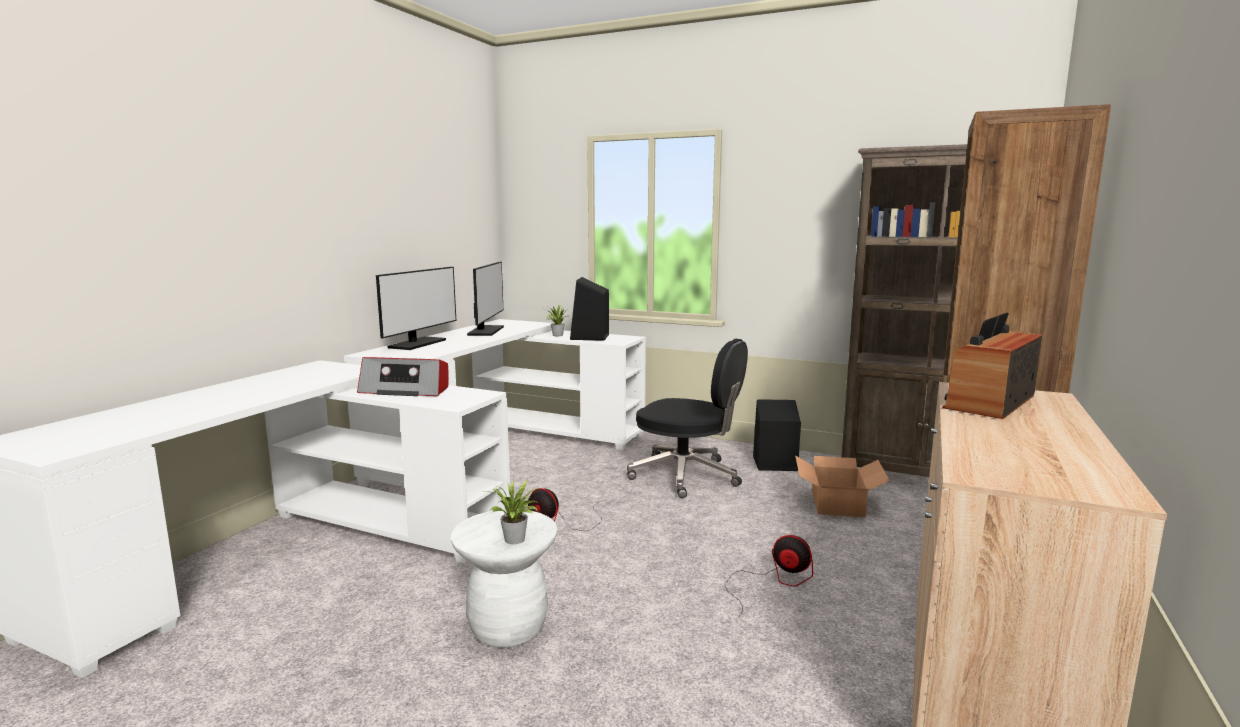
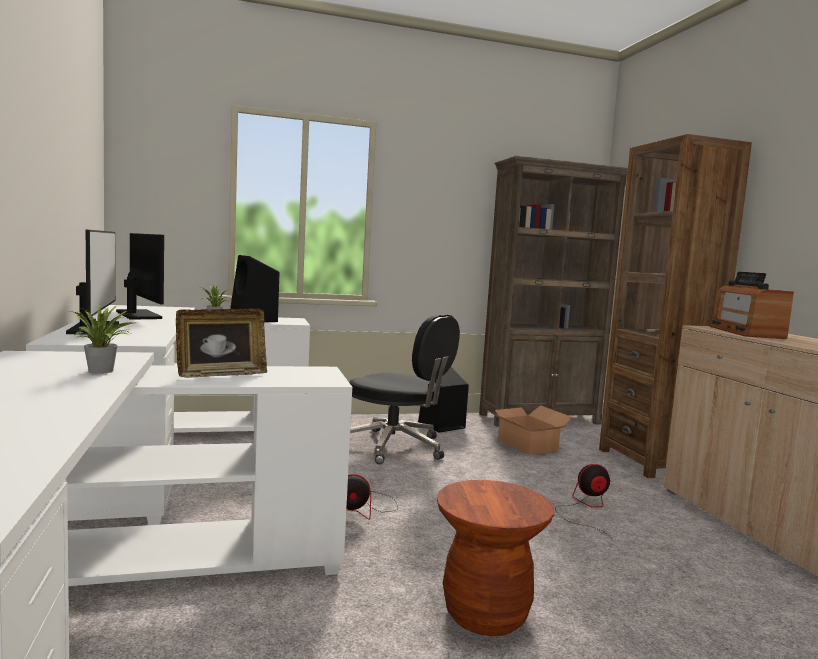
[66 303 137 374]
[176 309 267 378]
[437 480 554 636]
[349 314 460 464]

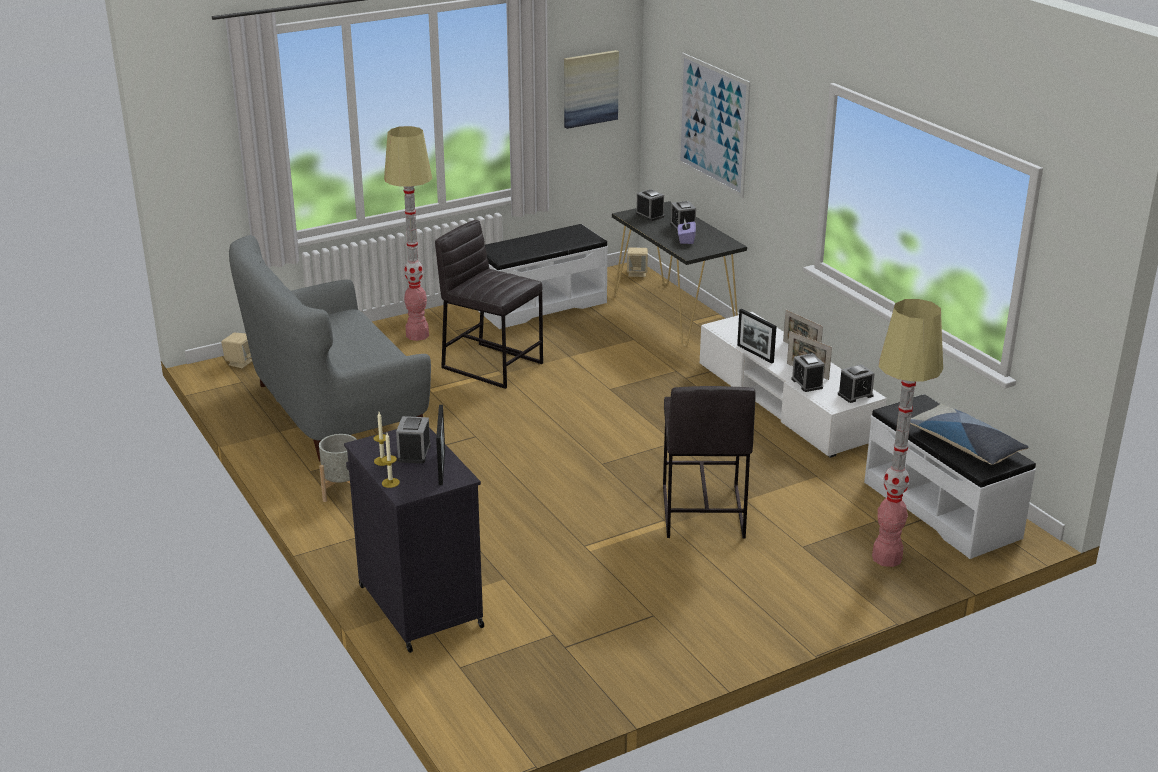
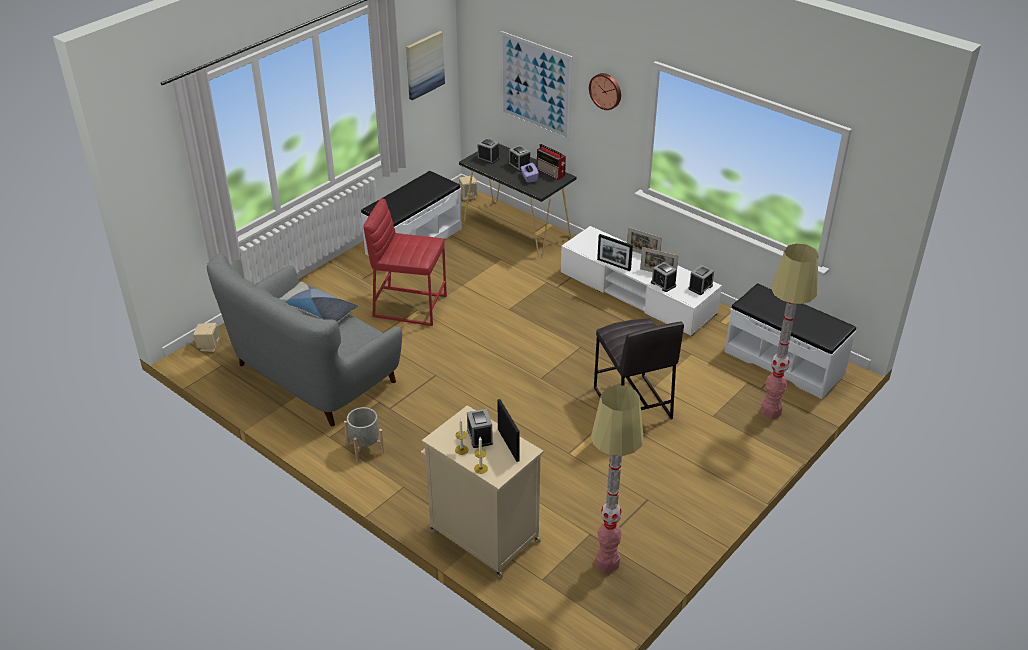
[537 144 566 180]
[589 73 621 110]
[591 385 644 573]
[279 282 358 323]
[421 405 544 578]
[363 198 447 326]

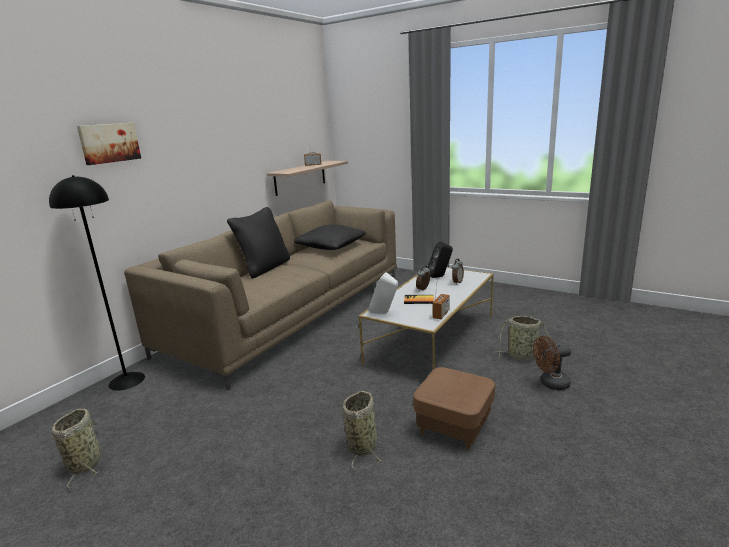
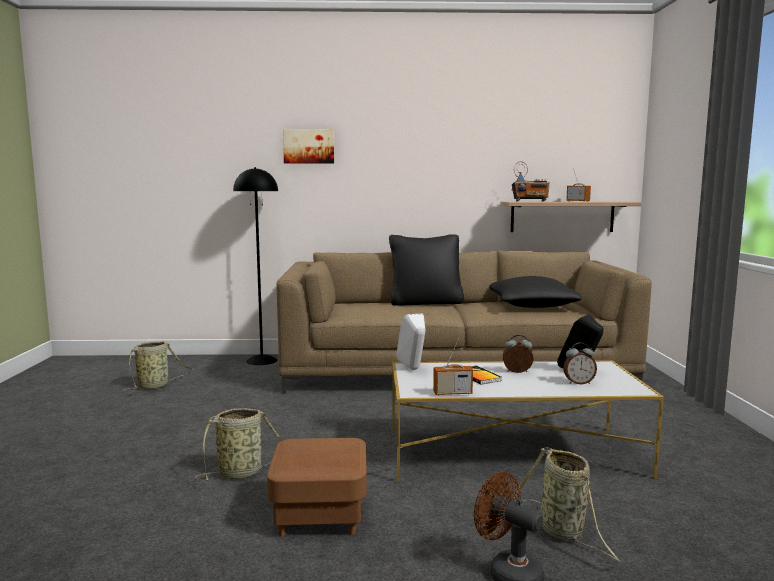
[511 161 550 202]

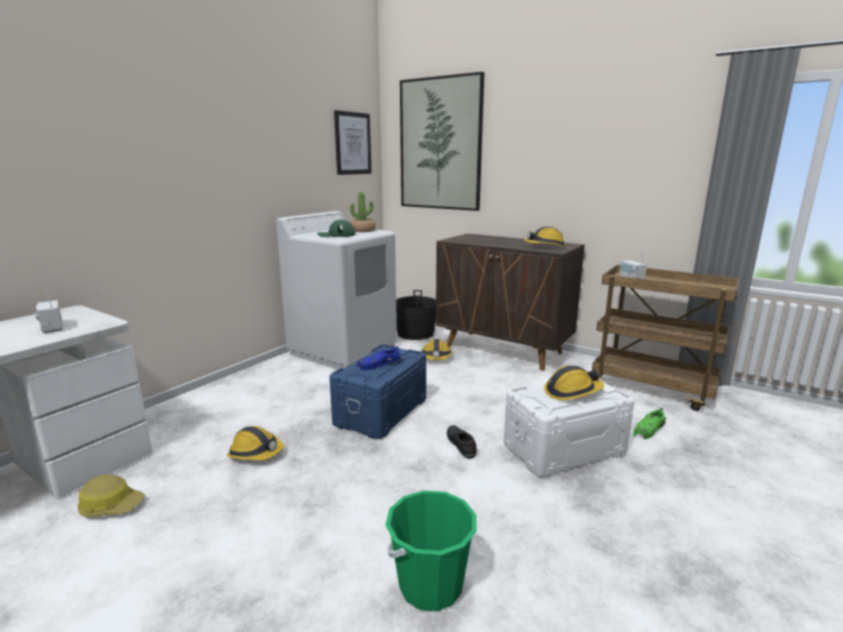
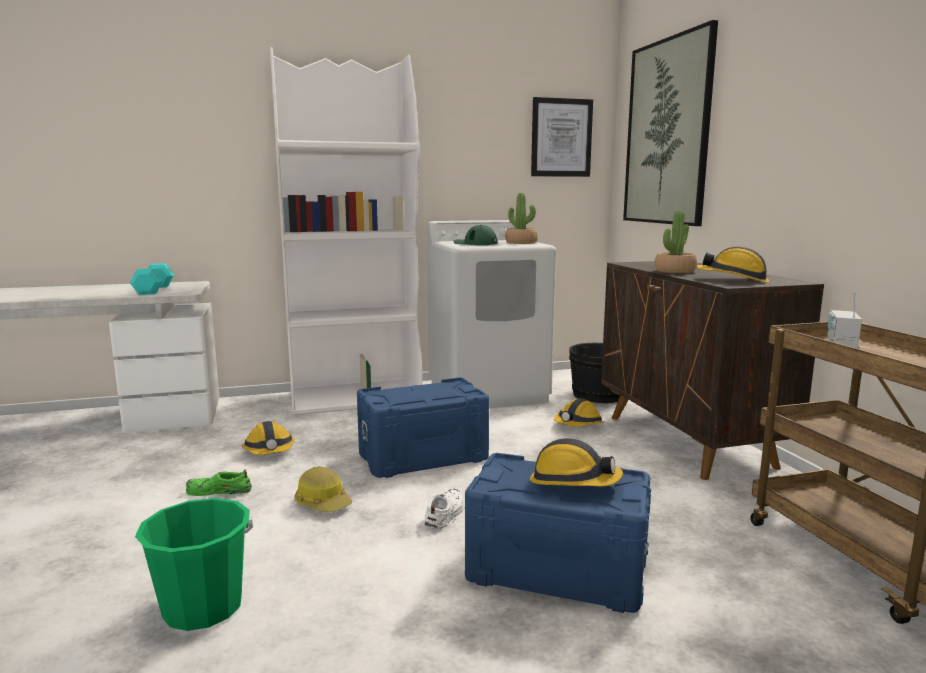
[356 346 402 370] (first image)
[270 47 423 415]
[655 210 697 273]
[294 466 352 512]
[186 470 252 496]
[130 263 175 295]
[425 489 465 531]
[465 453 651 613]

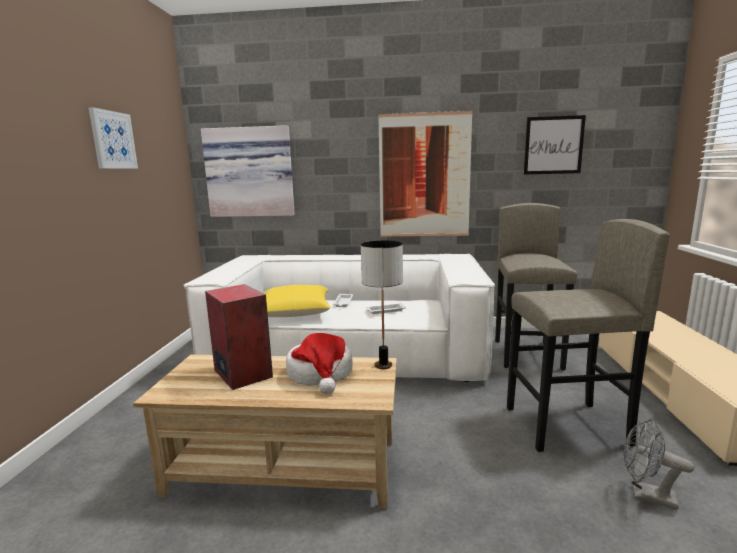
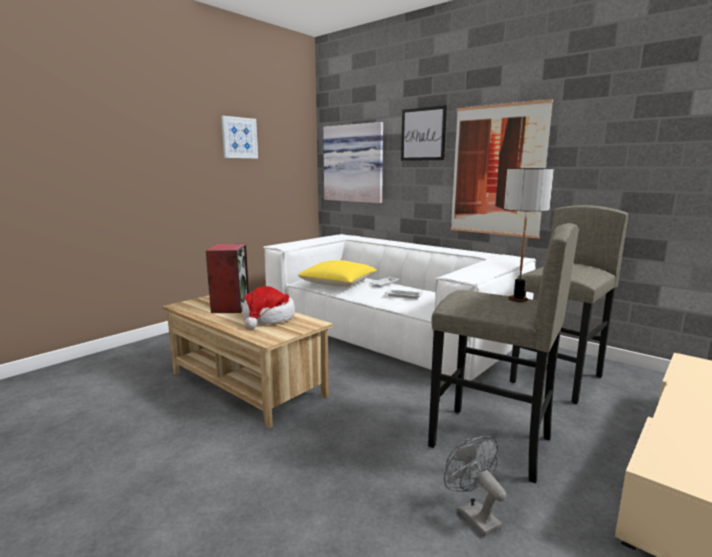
[504 168 554 302]
[401 105 447 161]

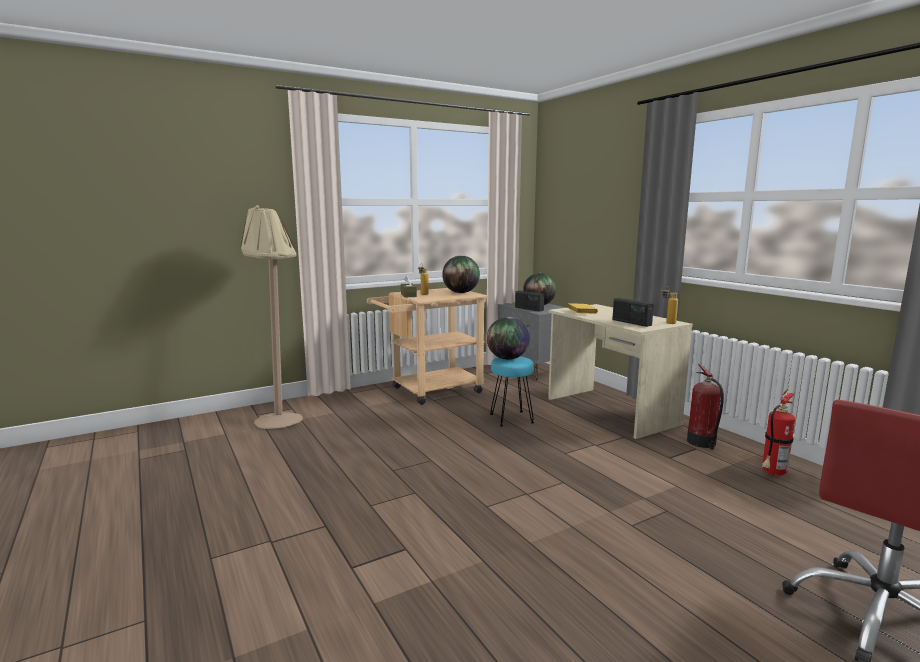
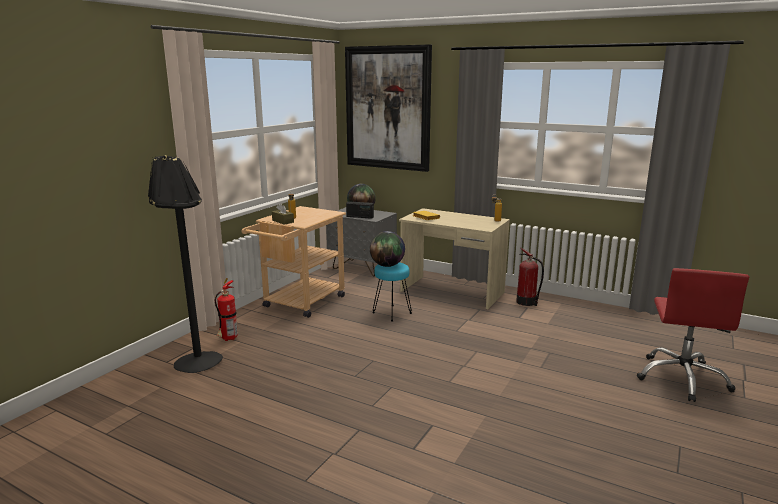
[442 256 480 293] (first image)
[612 298 654 327] (first image)
[345 44 432 172]
[215 278 238 341]
[148 155 223 373]

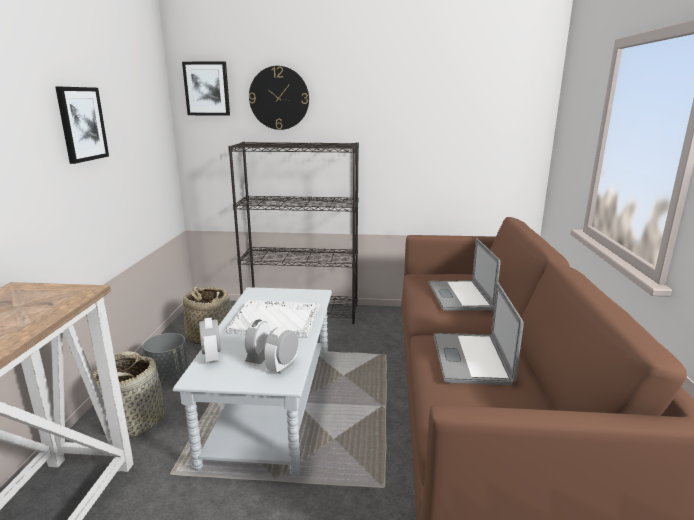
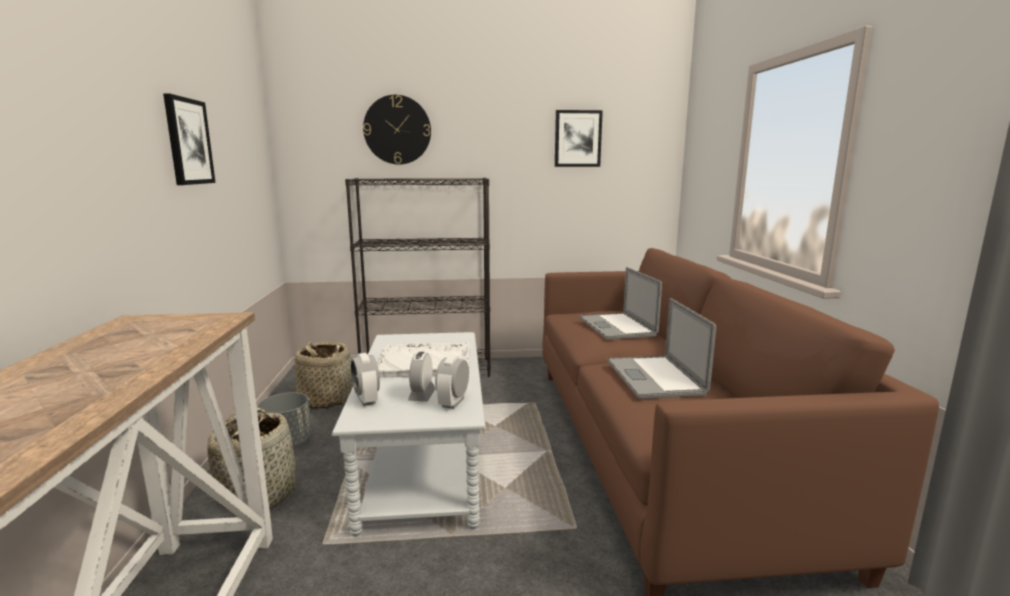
[555 110 603 167]

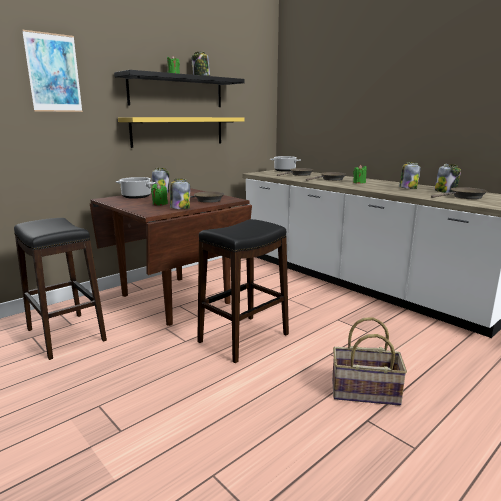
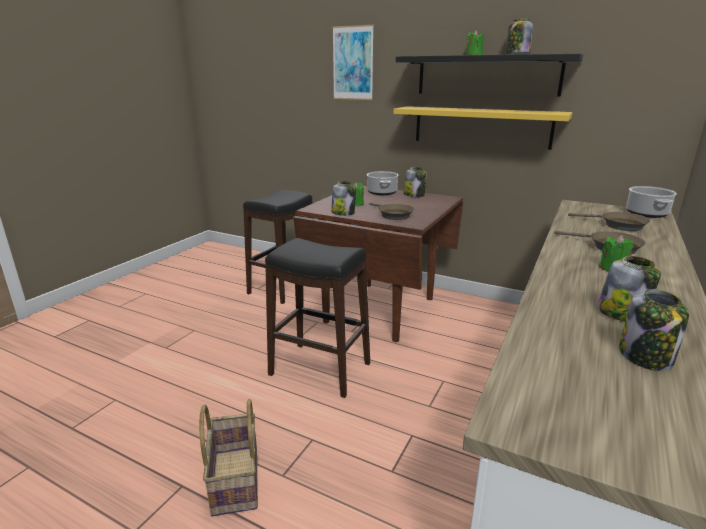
[431 187 488 199] (first image)

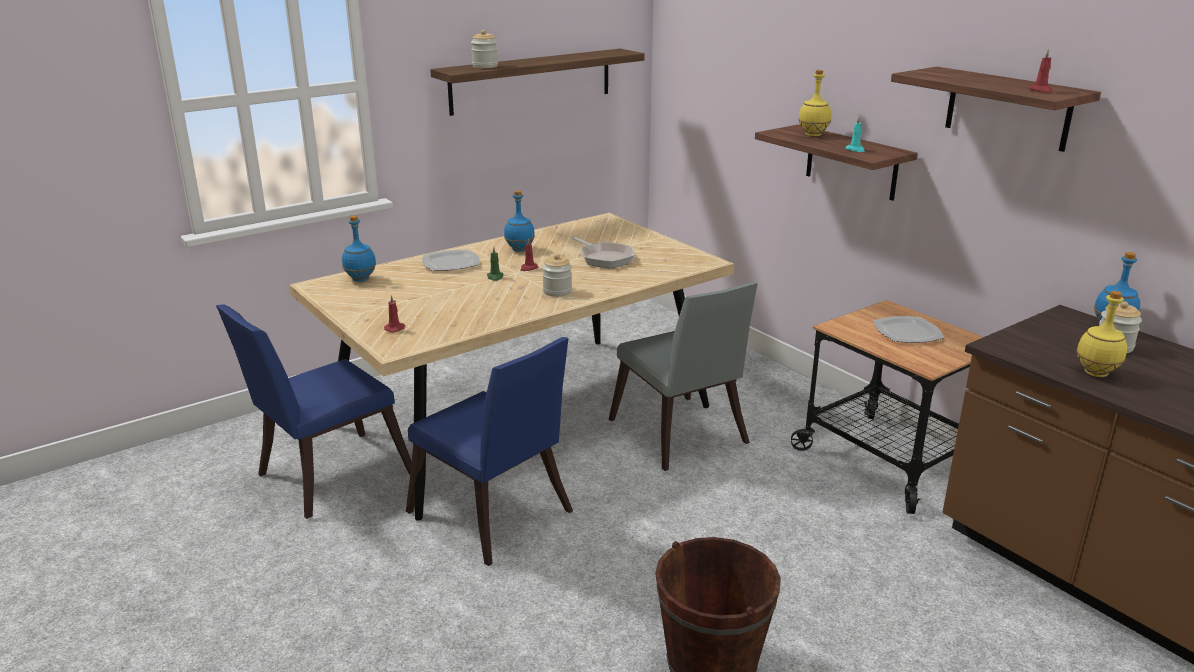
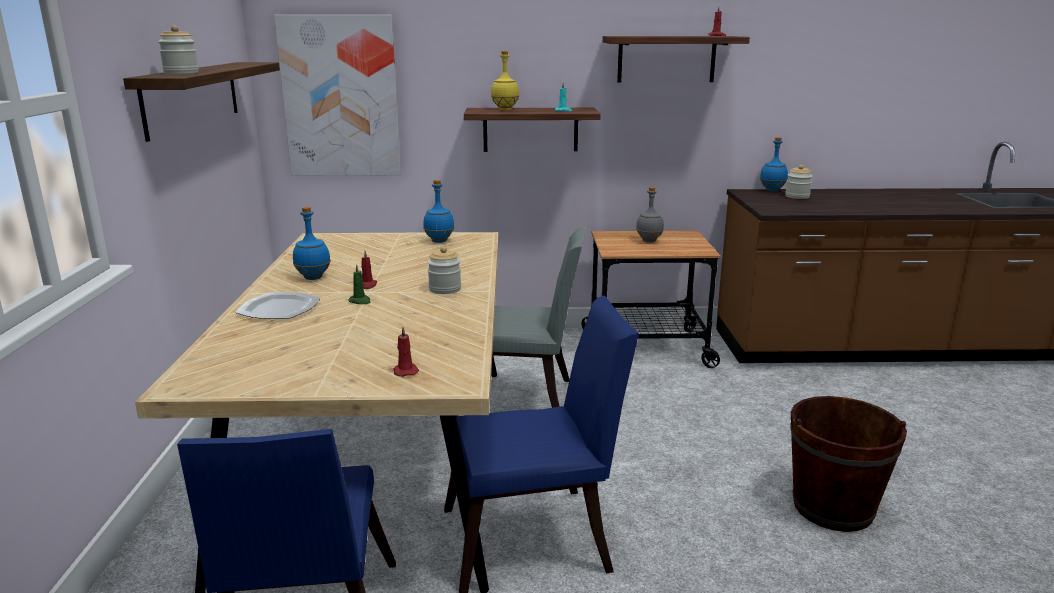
[571 236 635 268] (first image)
[1076 291 1127 377] (first image)
[274 15 401 176]
[423 180 455 243]
[636 187 664 243]

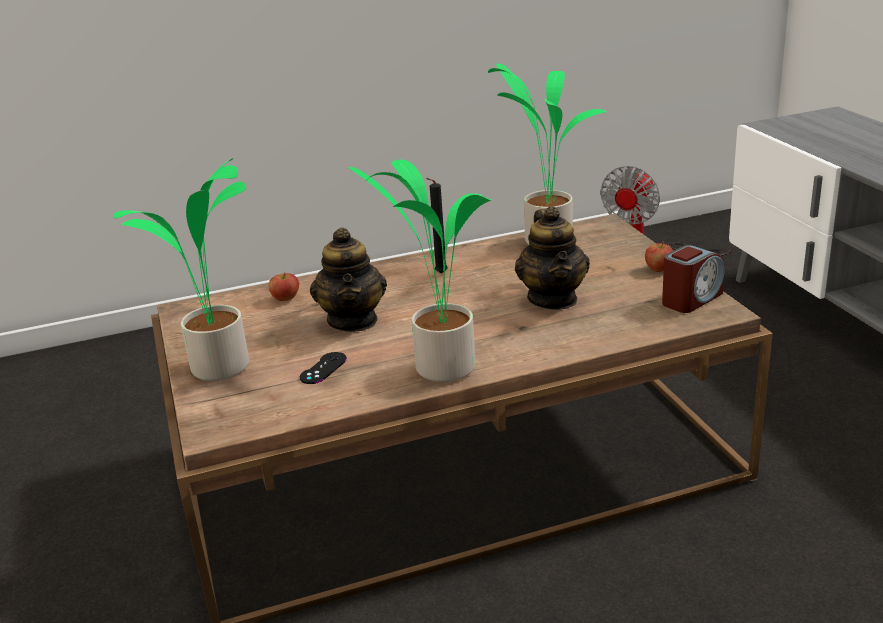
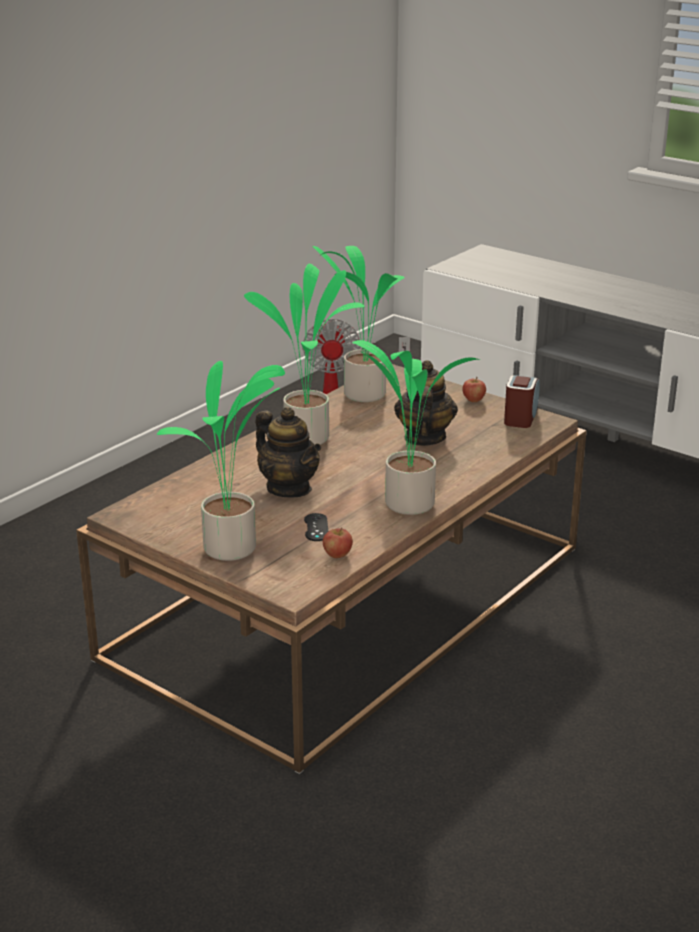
[323 527 353 558]
[244 264 365 445]
[394 360 458 446]

